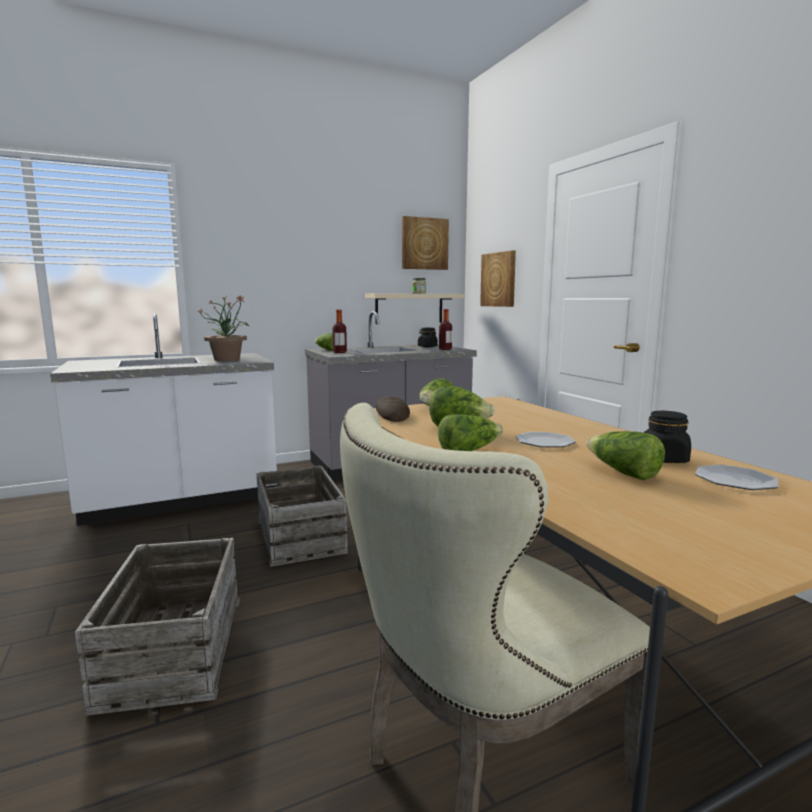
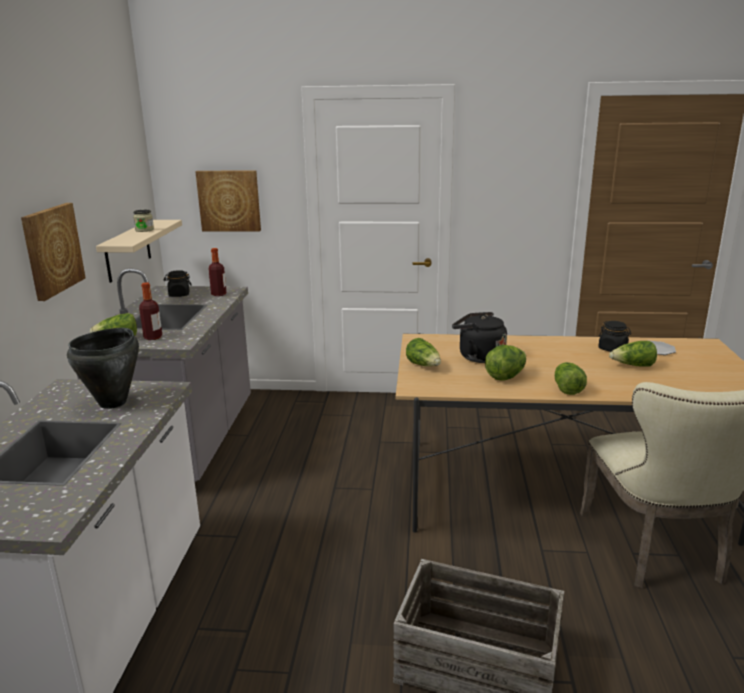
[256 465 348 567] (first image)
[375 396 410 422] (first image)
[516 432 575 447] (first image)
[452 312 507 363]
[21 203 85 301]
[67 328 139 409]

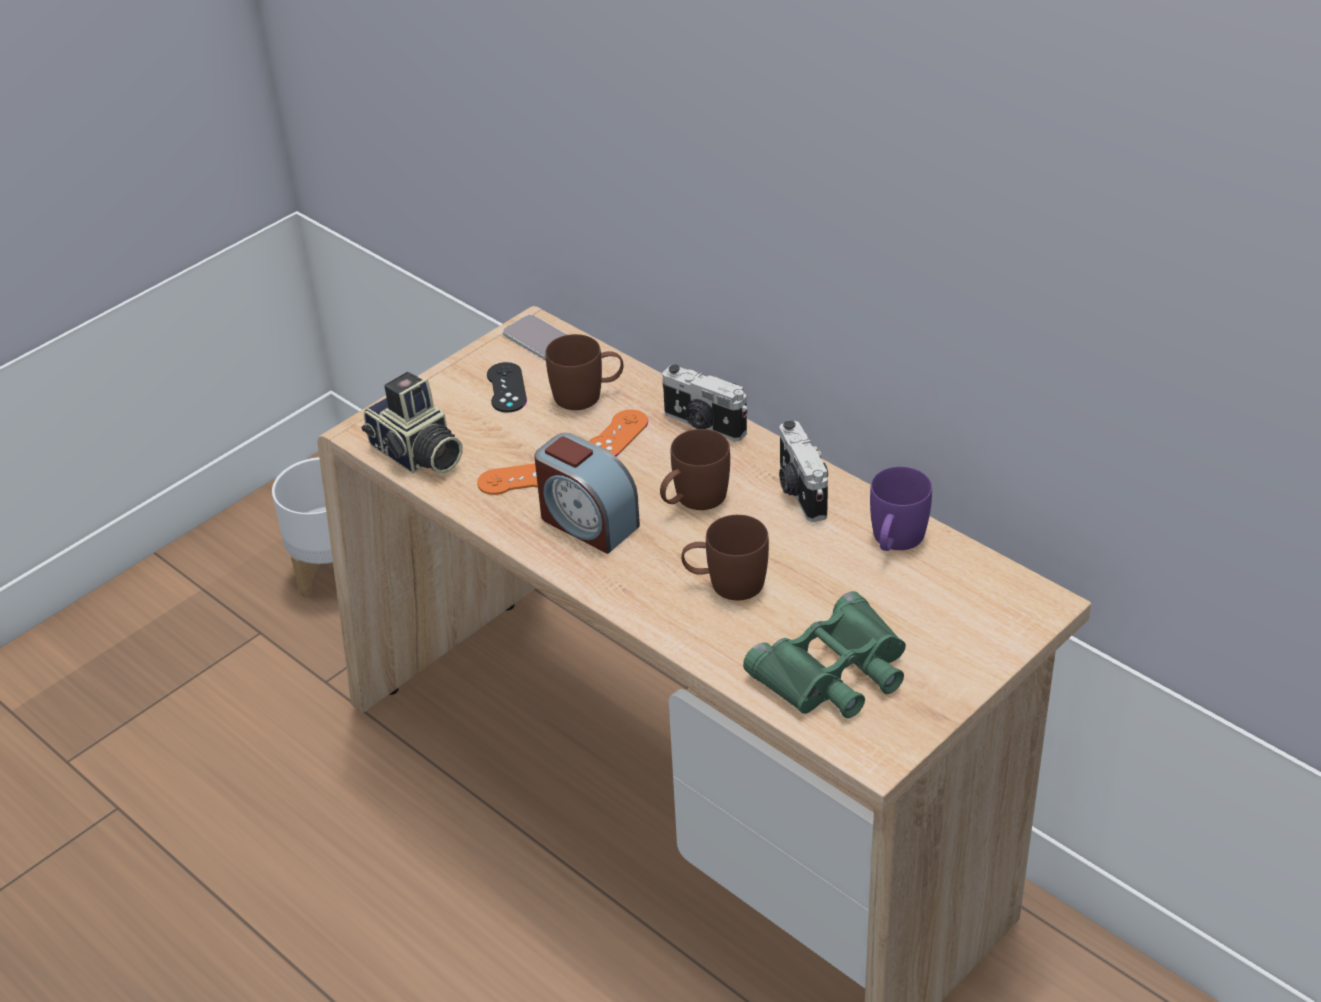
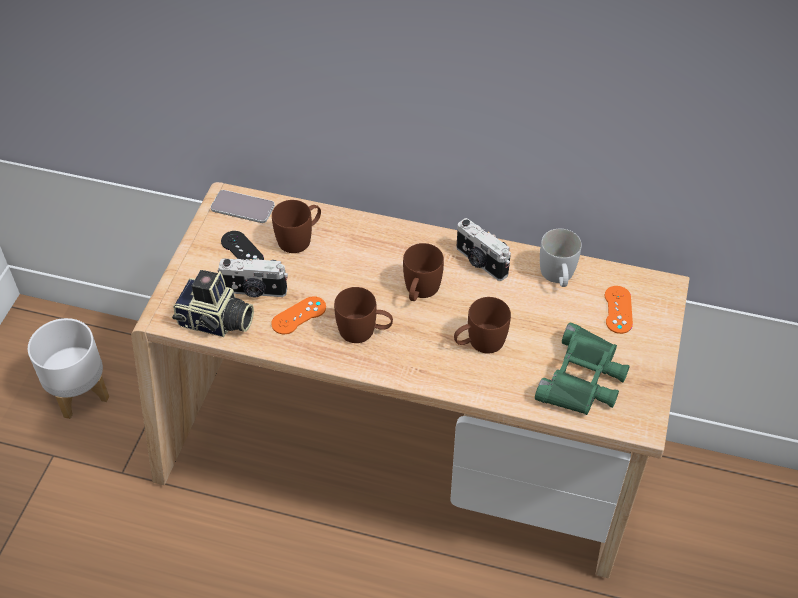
[605 286 633 334]
[218 258 288 297]
[334 287 393 343]
[540 229 582 287]

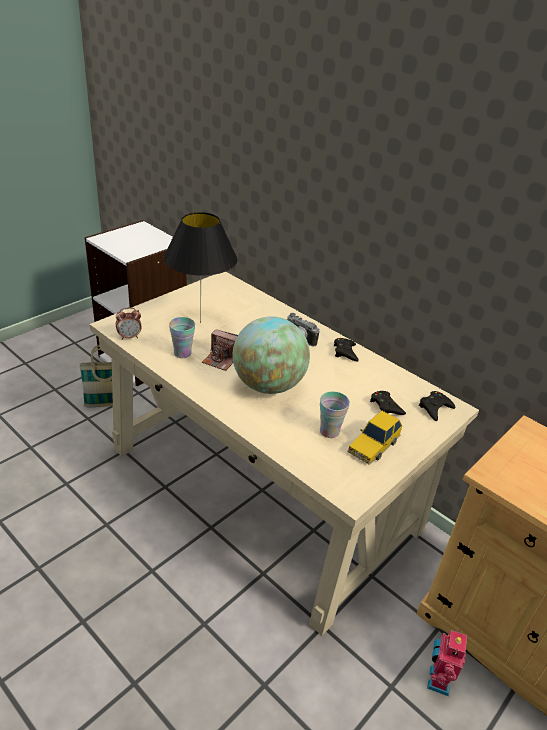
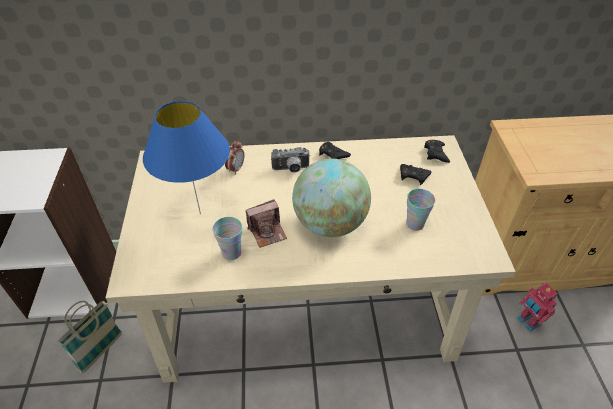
[347 411 402 465] (first image)
[225 140 244 175]
[143 101 230 214]

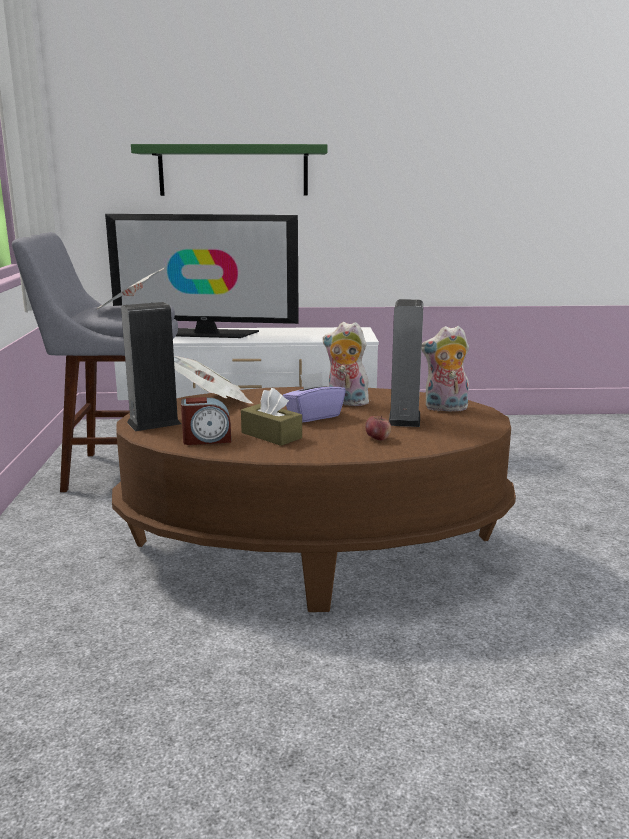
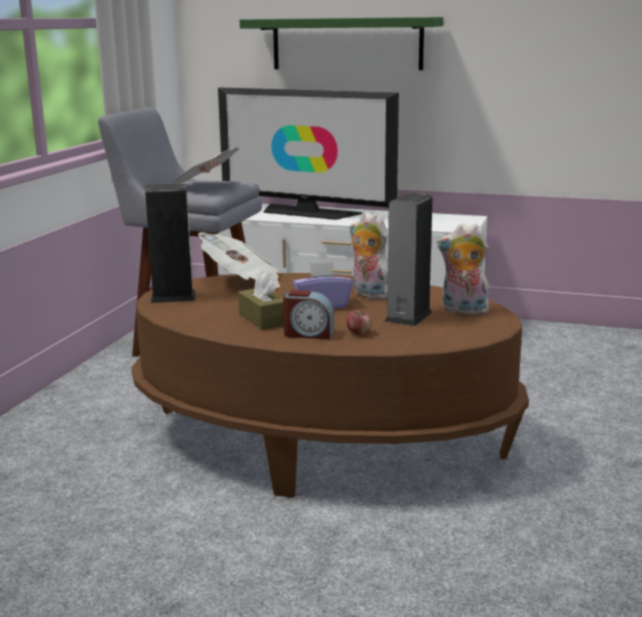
[283 290 334 339]

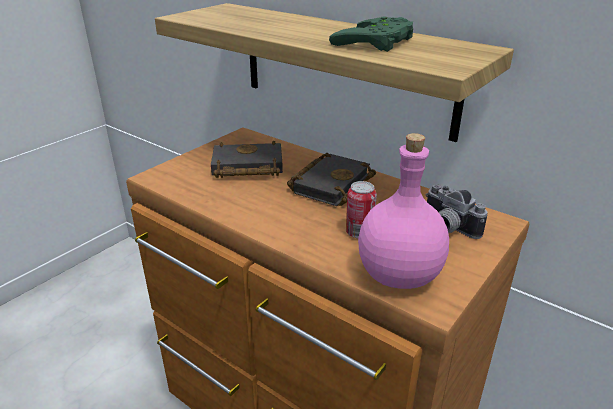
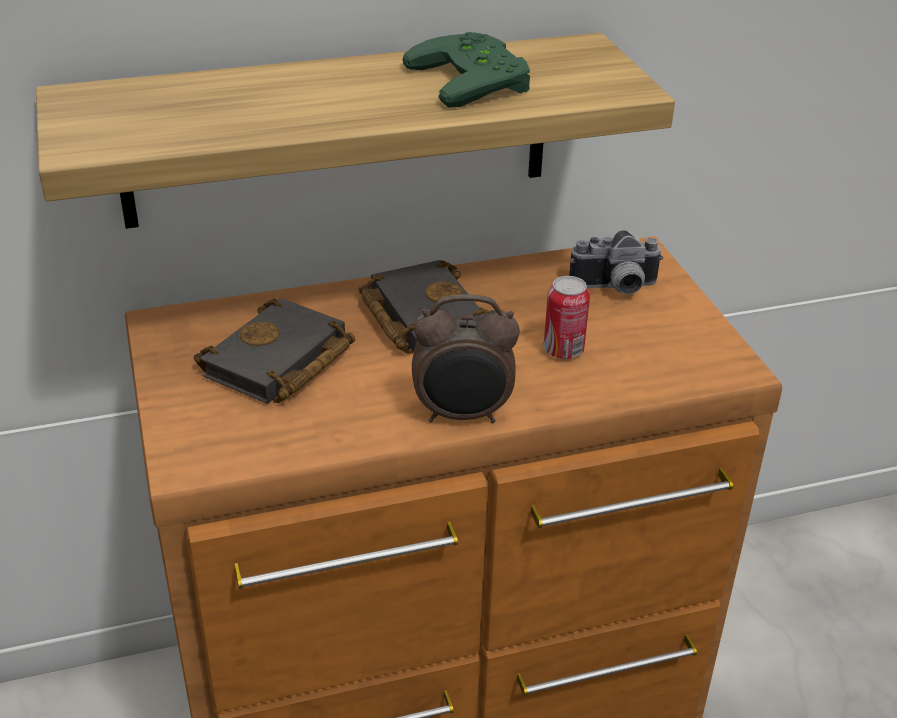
[358 133 449 289] (first image)
[412 295 520 423]

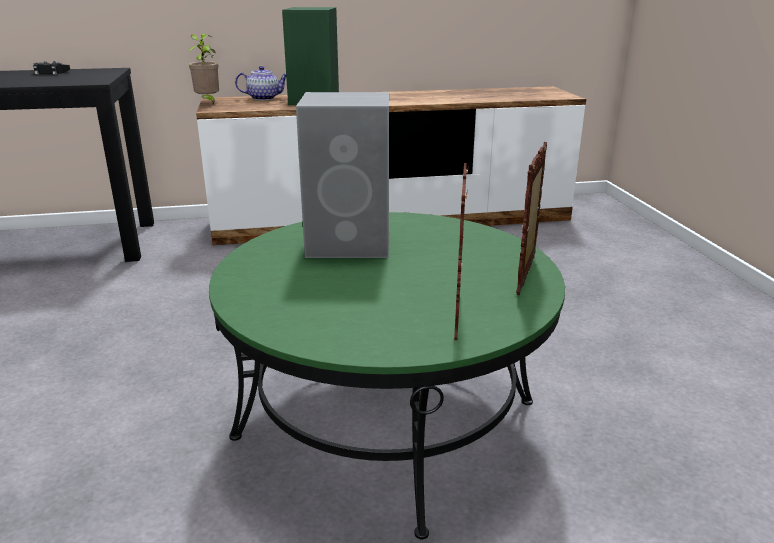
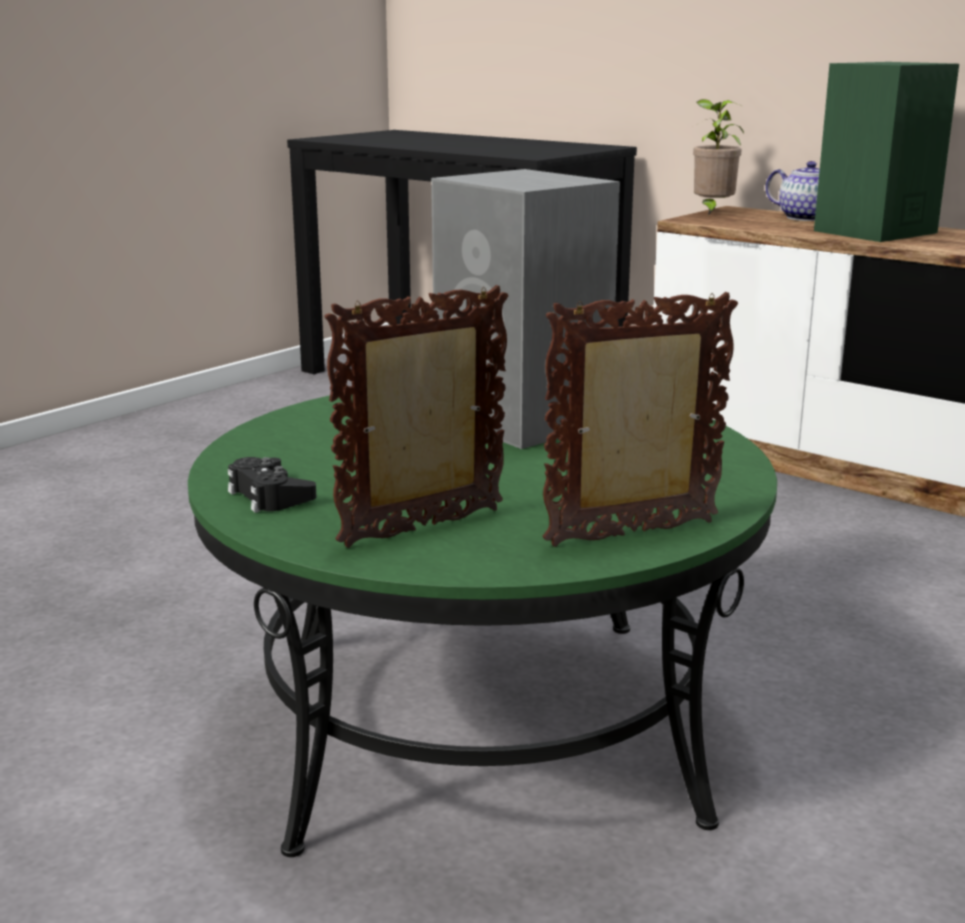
[228 457 317 513]

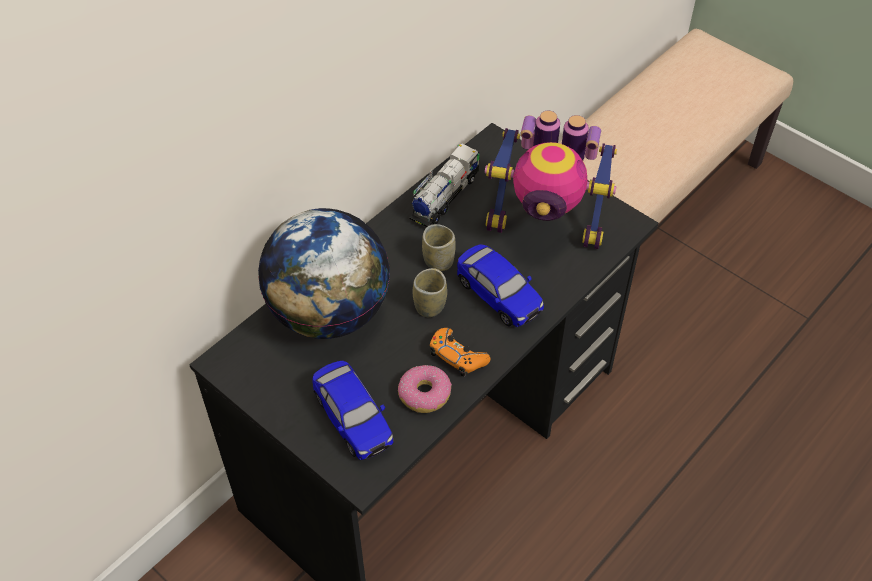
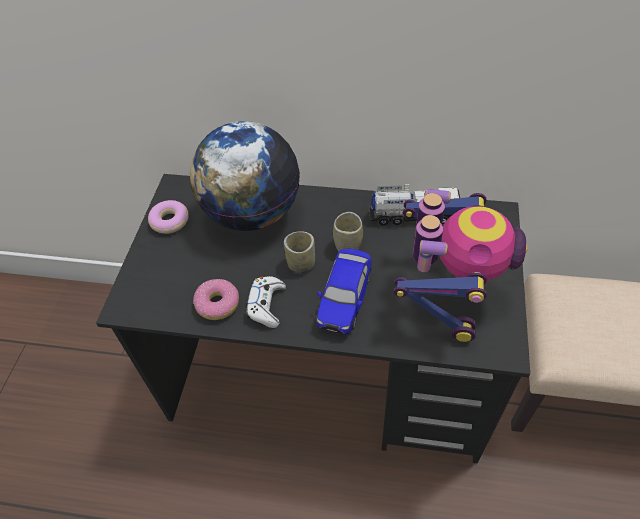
[312 361 393 460] (first image)
[148 200 189 234]
[246 276 286 328]
[394 189 528 342]

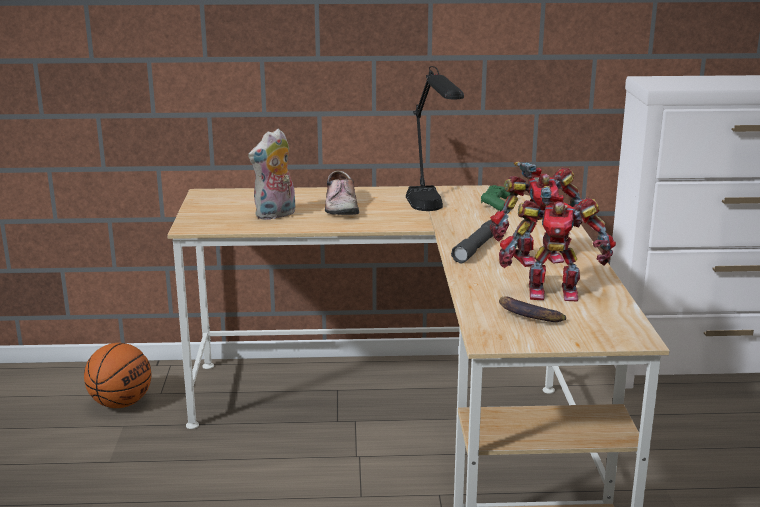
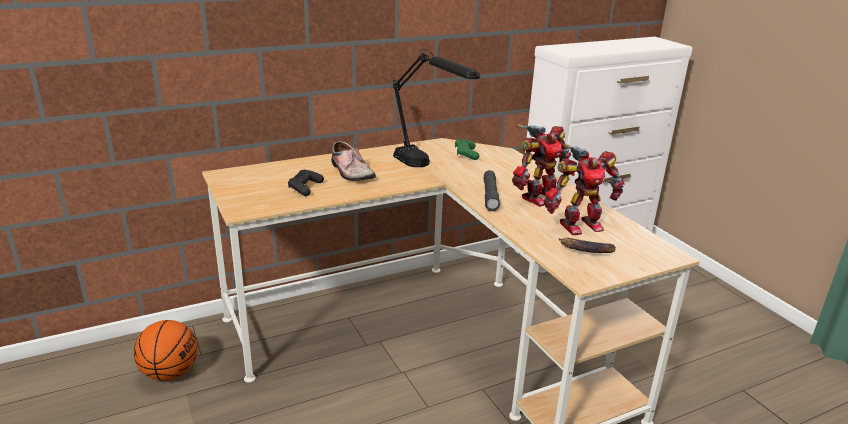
[288 169 324 196]

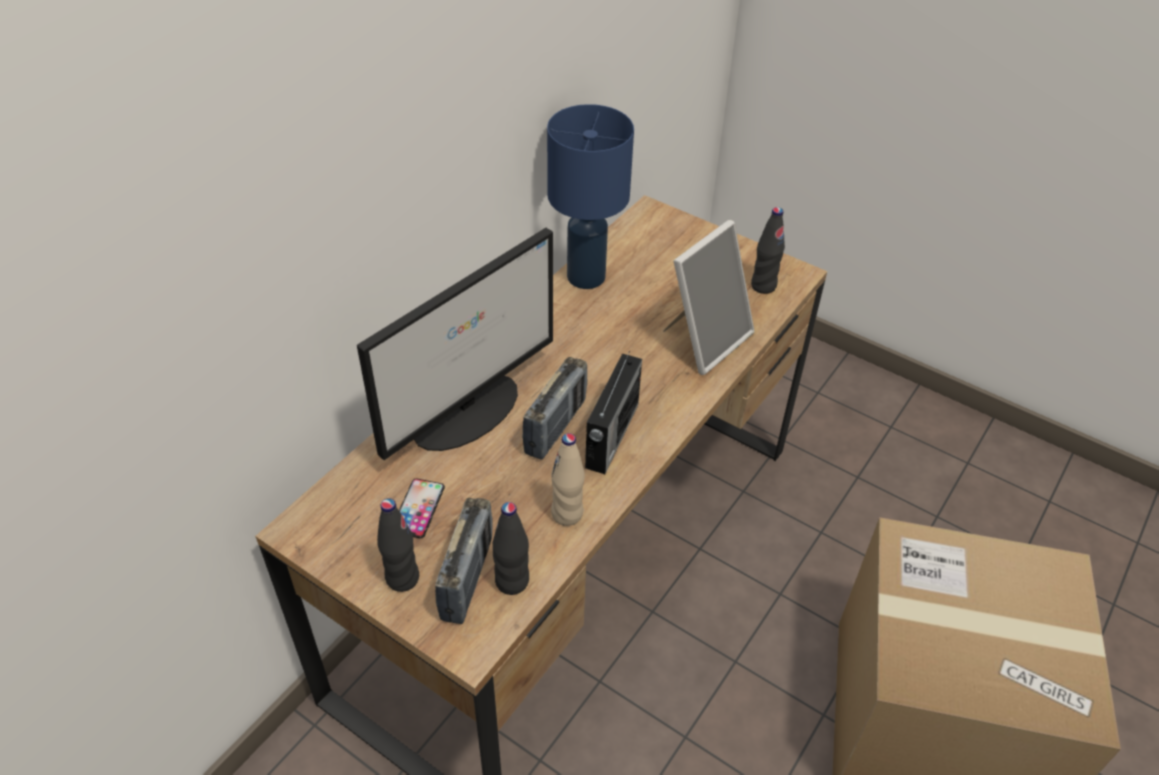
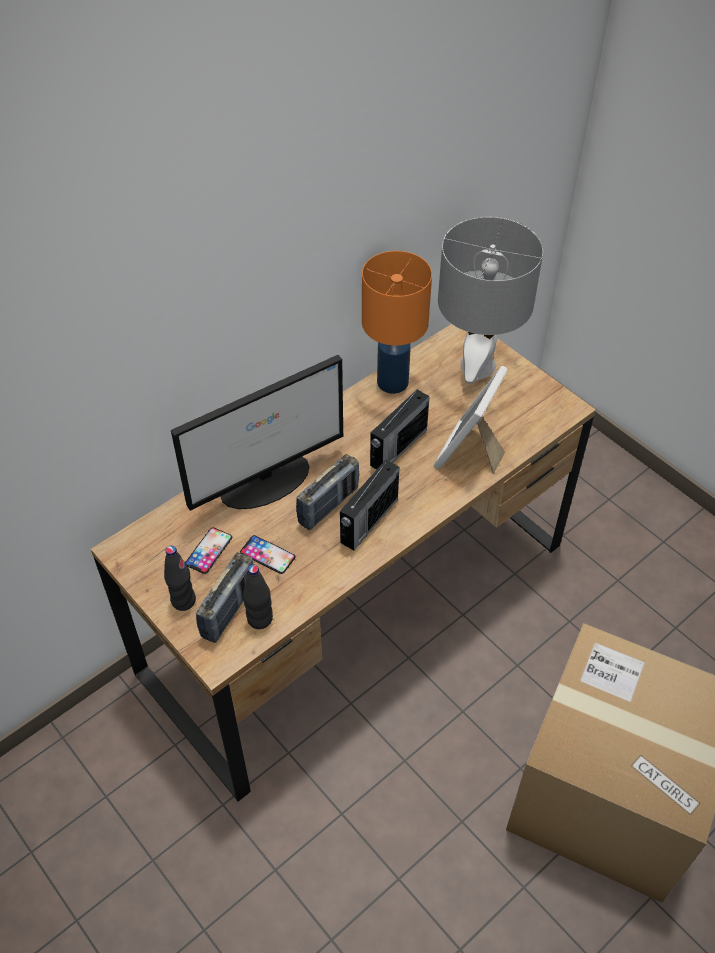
[551 433 585 526] (first image)
[751 207 785 294] (first image)
[240 535 296 574]
[370 389 430 470]
[438 217 543 384]
[362 251 432 394]
[434 366 508 474]

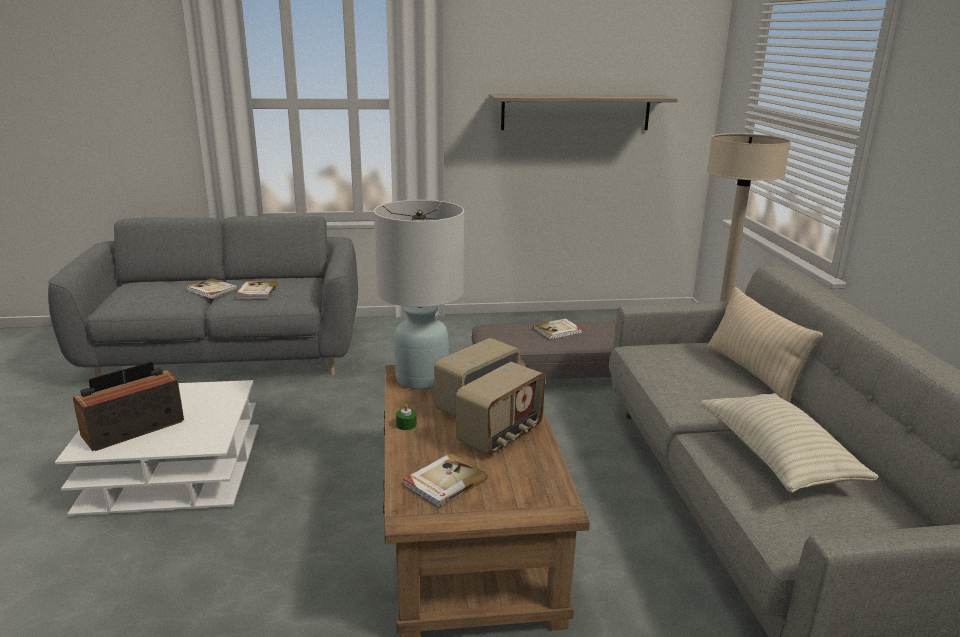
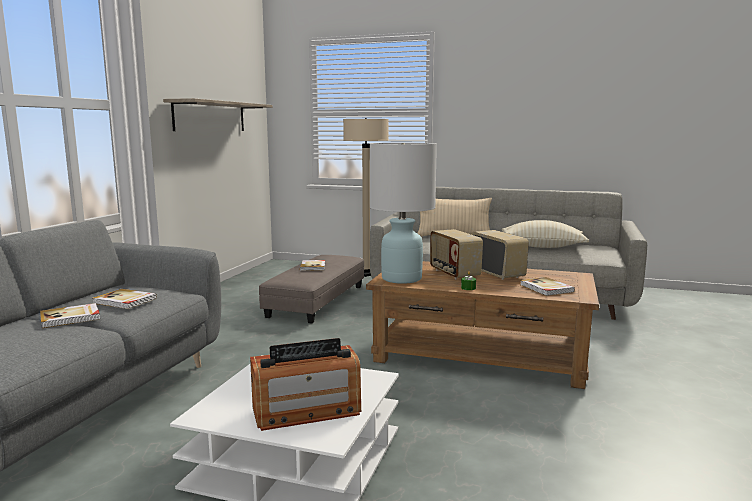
[250 338 361 431]

